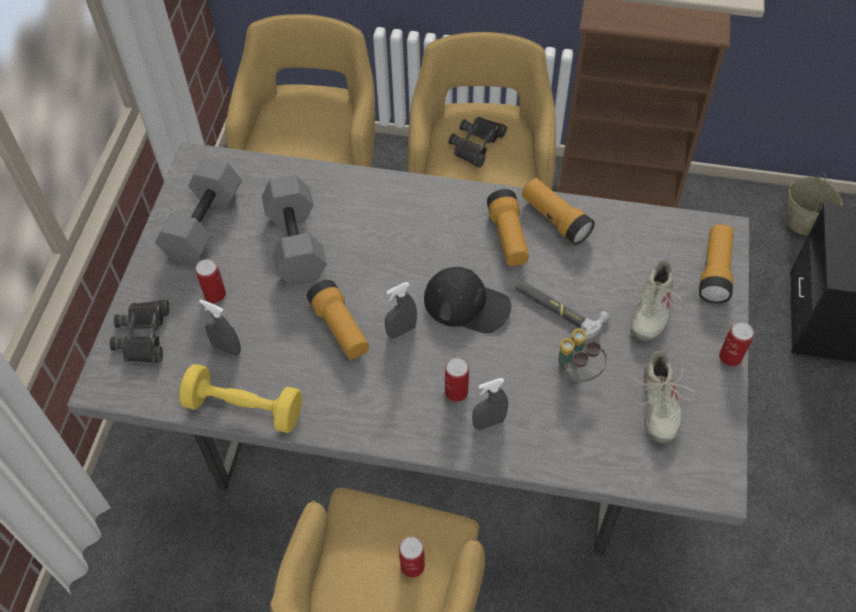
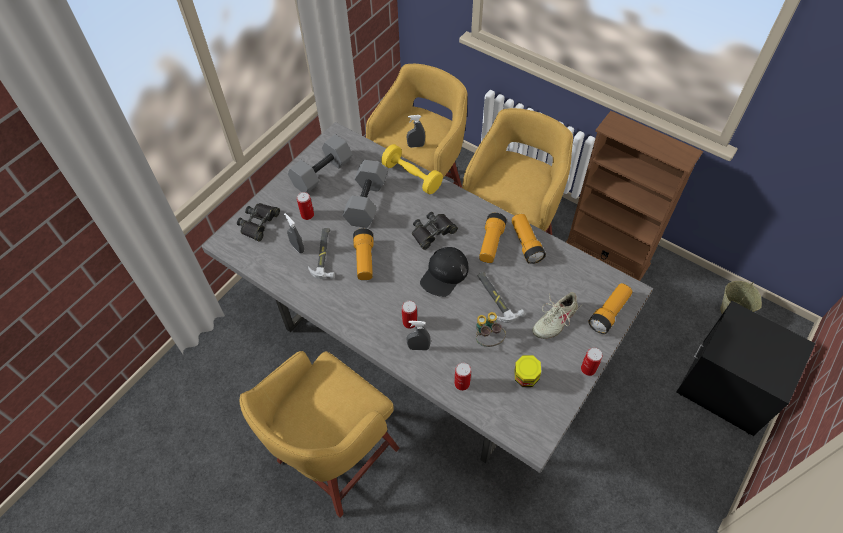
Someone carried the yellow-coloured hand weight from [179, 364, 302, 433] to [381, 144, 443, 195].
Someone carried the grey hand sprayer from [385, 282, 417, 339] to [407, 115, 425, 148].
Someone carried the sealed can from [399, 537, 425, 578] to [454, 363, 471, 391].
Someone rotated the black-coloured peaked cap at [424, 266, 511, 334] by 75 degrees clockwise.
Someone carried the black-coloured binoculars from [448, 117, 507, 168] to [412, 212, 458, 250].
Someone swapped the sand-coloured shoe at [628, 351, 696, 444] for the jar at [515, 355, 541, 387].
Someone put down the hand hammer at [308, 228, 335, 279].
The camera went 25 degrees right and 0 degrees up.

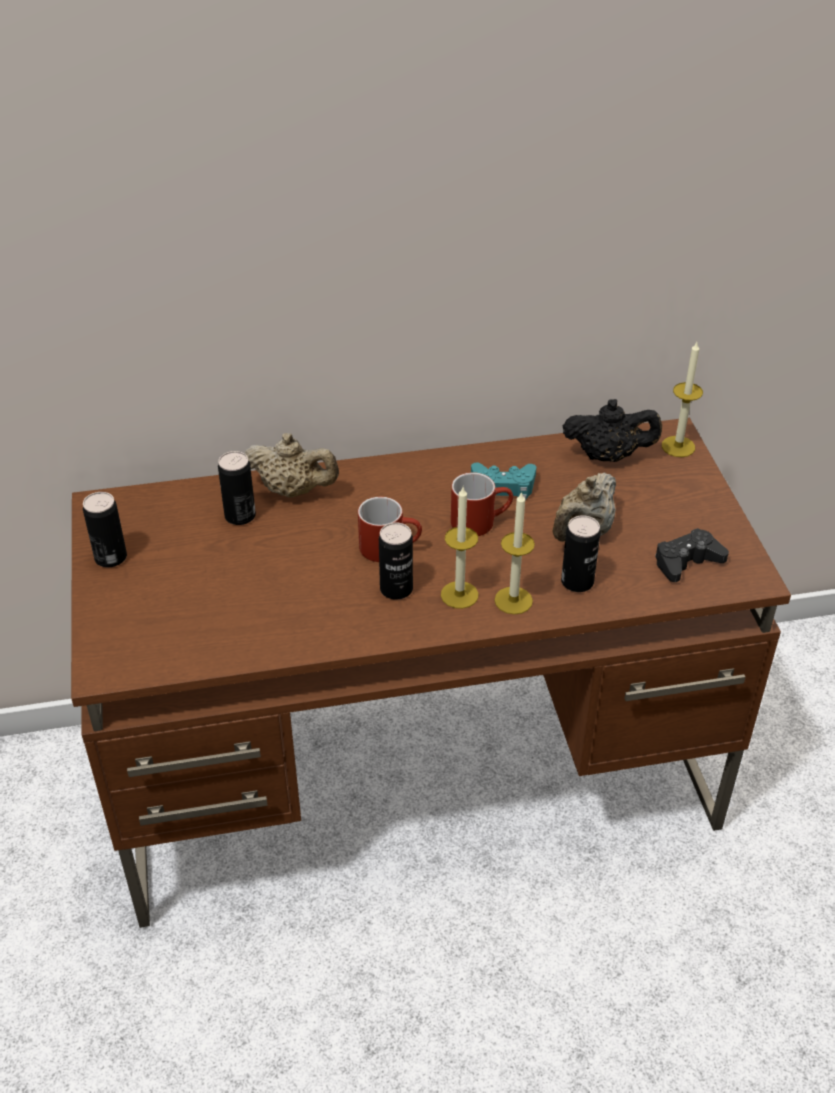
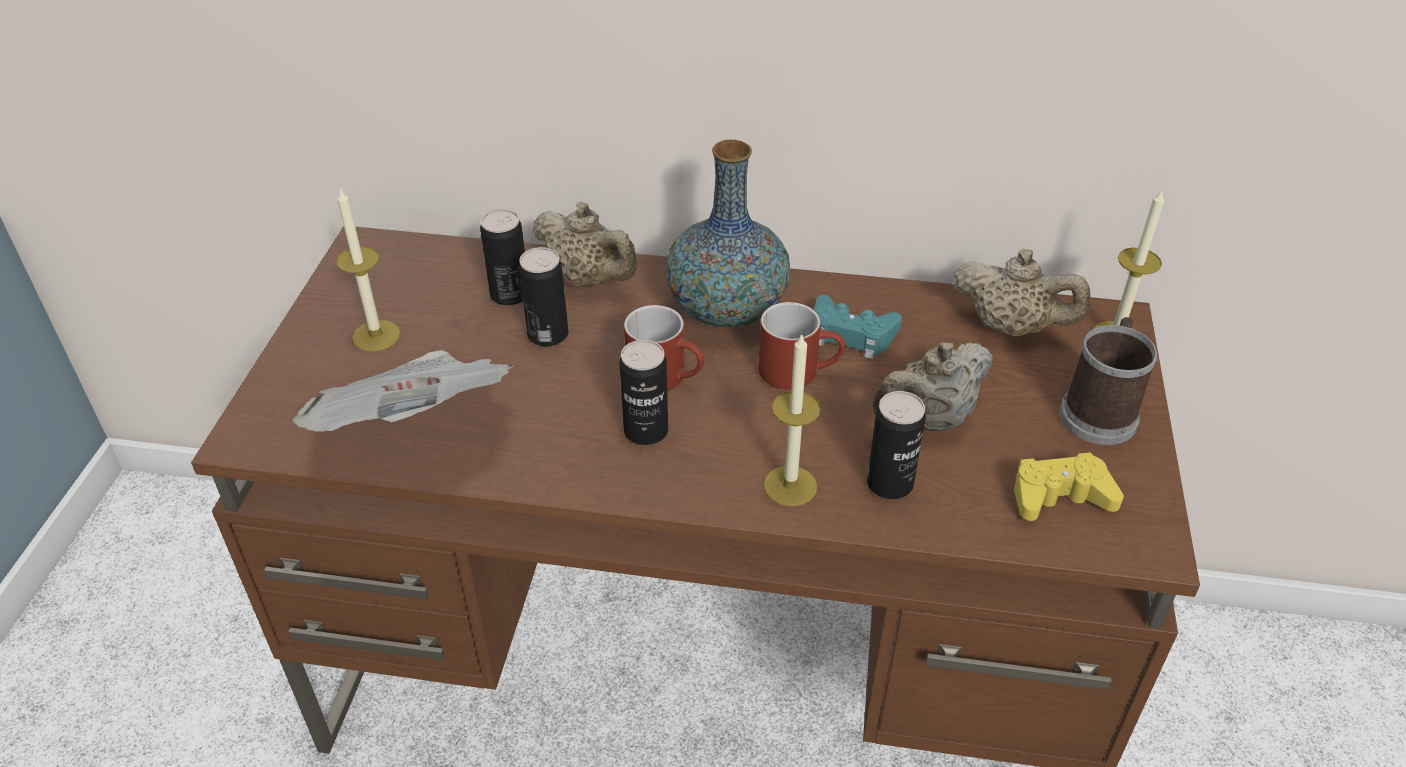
Someone carried the sealed can from [83, 492, 127, 567] to [519, 247, 569, 347].
Someone carried the candle from [441, 487, 479, 609] to [336, 187, 400, 352].
Someone repainted the black-coloured pot for tea at [562, 399, 662, 462], which became the sand-coloured pot for tea at [953, 249, 1090, 337].
Someone repainted the black-coloured game controller at [655, 528, 729, 582], which became the yellow-coloured game controller at [1014, 452, 1124, 521].
Someone put down the daily paper at [292, 350, 513, 432].
Someone put down the vase at [666, 140, 790, 327].
Someone put down the coffee mug at [1059, 317, 1158, 445].
The camera went 20 degrees right and 0 degrees up.

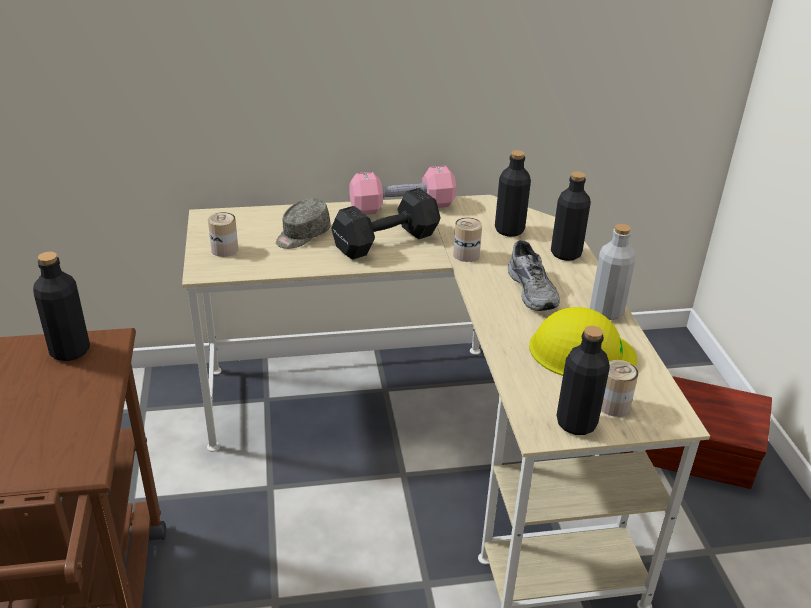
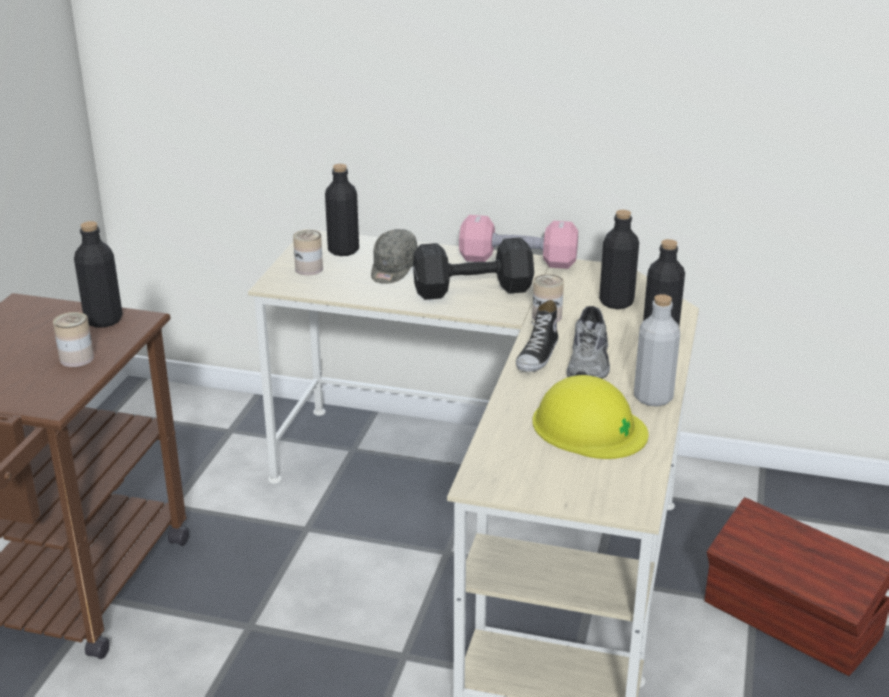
Someone rotated the grey peaked cap at [276, 198, 331, 249] by 45 degrees counterclockwise.
Someone carried the black-coloured drink bottle from [557, 326, 610, 435] to [325, 164, 359, 256].
Someone carried the sealed can from [601, 360, 639, 417] to [53, 312, 94, 367].
Someone put down the shoe at [516, 300, 558, 372].
The camera went 25 degrees right and 5 degrees down.

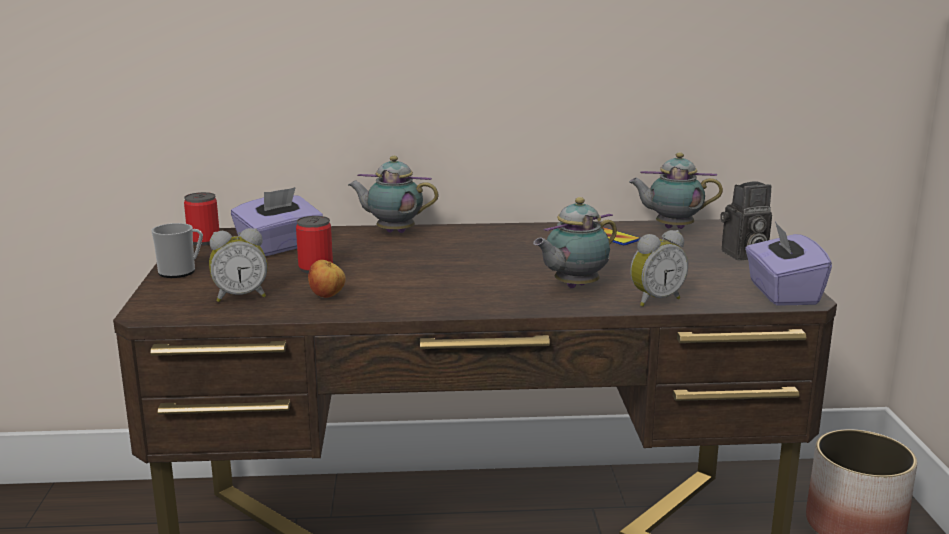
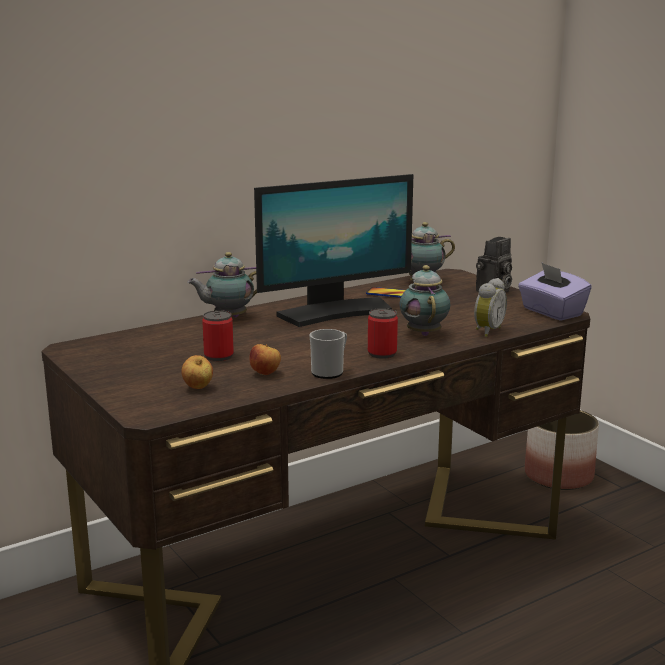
Someone carried the coffee mug from [151, 223, 203, 278] to [309, 329, 347, 379].
Someone carried the sealed can from [184, 192, 219, 246] to [368, 308, 398, 359].
Someone swapped the table clock at [209, 228, 268, 302] for the whole apple at [181, 355, 213, 389].
Someone took away the purple tissue box at [231, 187, 323, 256].
Someone rotated the pot for tea at [533, 197, 617, 288] by 150 degrees clockwise.
Someone put down the monitor at [254, 174, 413, 327].
The camera went 30 degrees left and 0 degrees up.

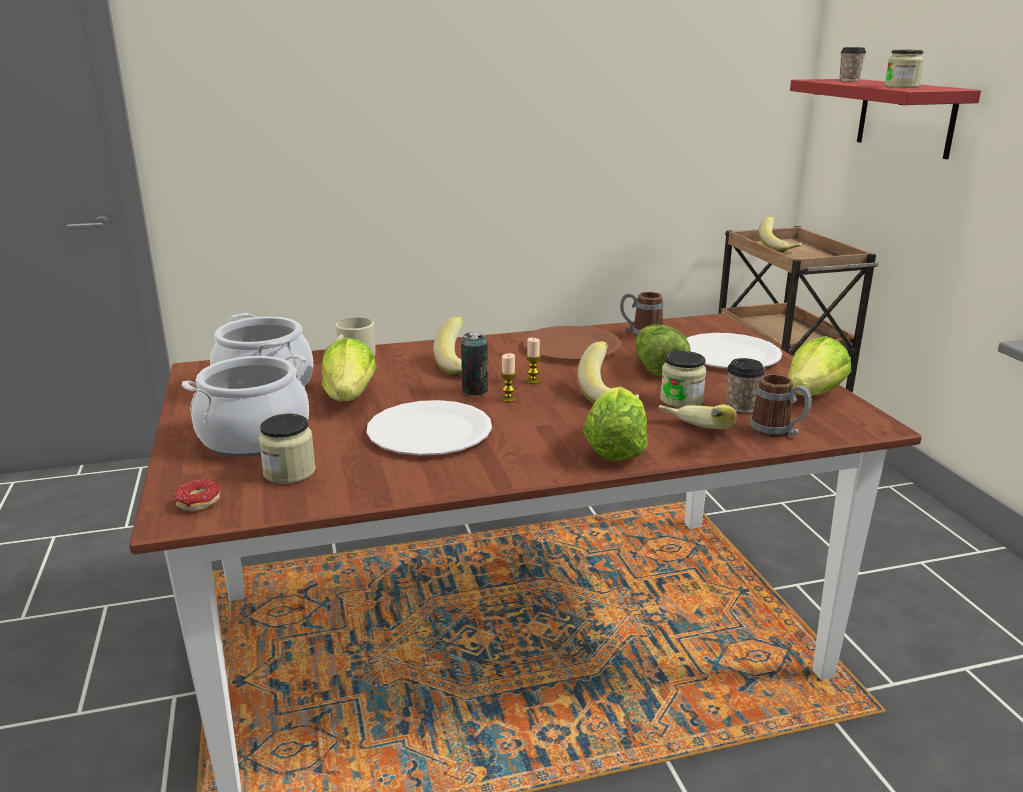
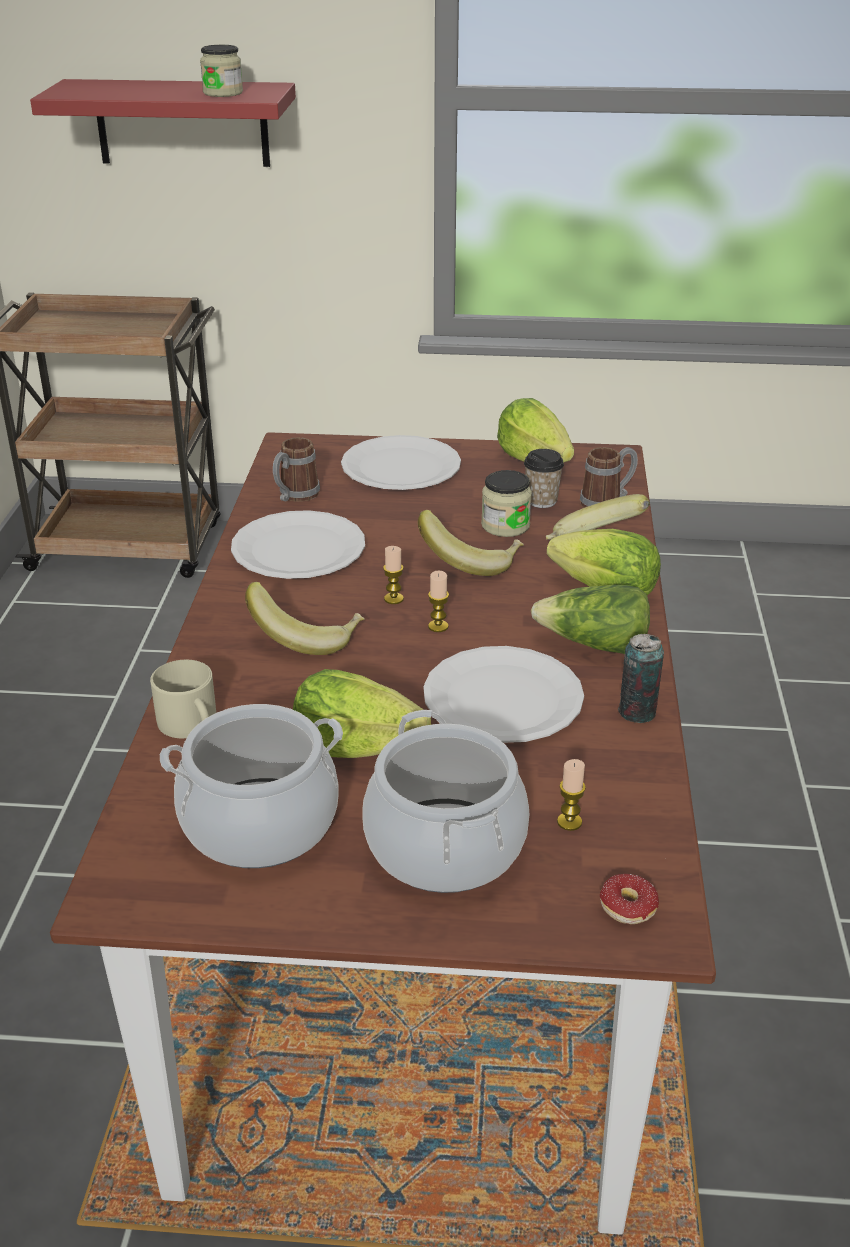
Someone swapped the jar at [258, 414, 316, 484] for the candle at [557, 759, 586, 831].
Someone carried the sealed can from [461, 332, 488, 395] to [618, 634, 664, 723].
Someone repainted the brownish dinner plate at [522, 326, 621, 361], which became the white-coloured dinner plate at [231, 510, 365, 579].
Someone carried the head of lettuce from [635, 324, 691, 378] to [531, 585, 650, 654].
Someone took away the whole banana at [759, 216, 801, 252].
Someone took away the drinking cup at [840, 47, 866, 81].
The camera went 70 degrees left and 10 degrees up.

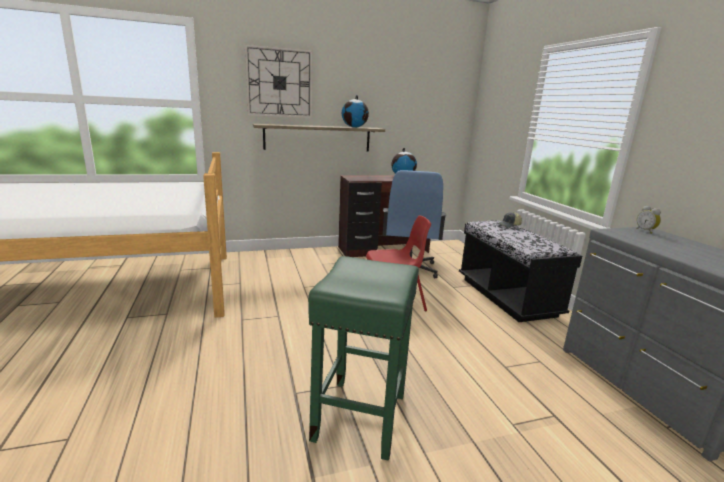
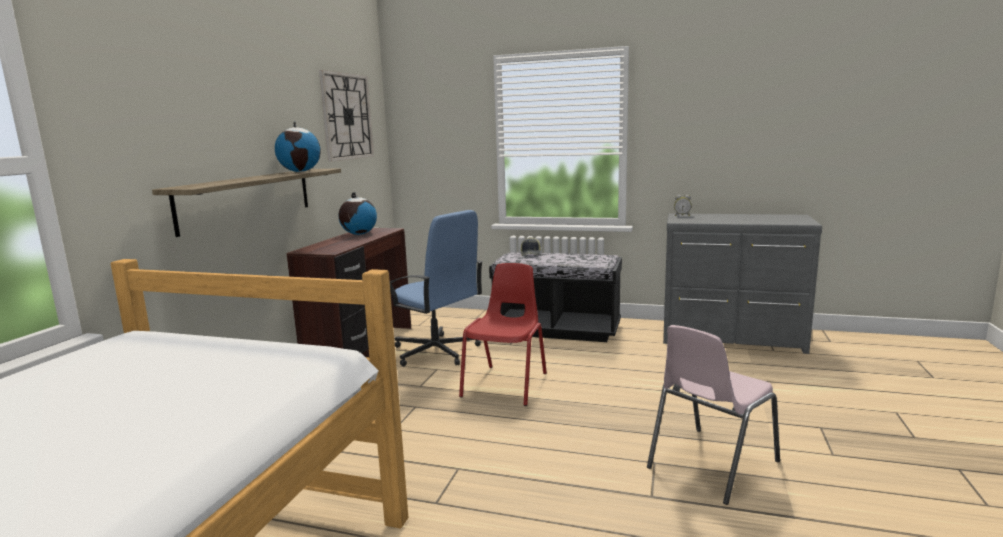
Someone carried the wall clock from [245, 44, 312, 118] to [319, 70, 374, 162].
Someone swapped the green stool at [308, 256, 419, 461] for the pink-coloured chair at [647, 325, 780, 505].
The camera went 55 degrees left and 5 degrees down.

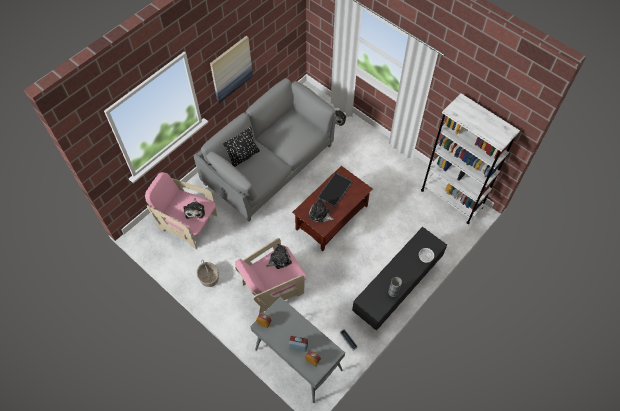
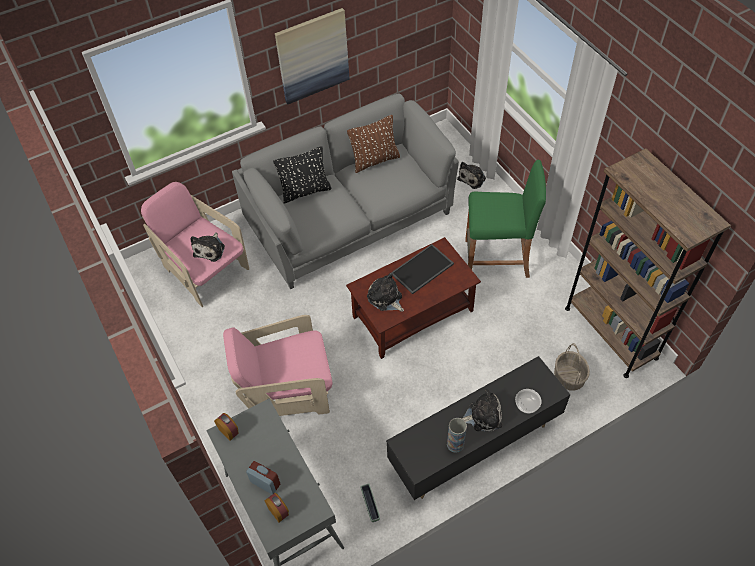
Someone carried the storage basket from [197, 260, 219, 287] to [554, 343, 590, 391].
Someone carried the soft toy from [266, 244, 292, 269] to [462, 389, 503, 431].
Someone repainted the white-coloured shelving unit at [421, 93, 520, 224], which became the brownish shelving unit at [565, 148, 731, 378].
Someone put down the brownish pillow at [347, 115, 400, 173].
Someone put down the green stool at [465, 159, 546, 278].
The camera went 20 degrees right and 5 degrees down.

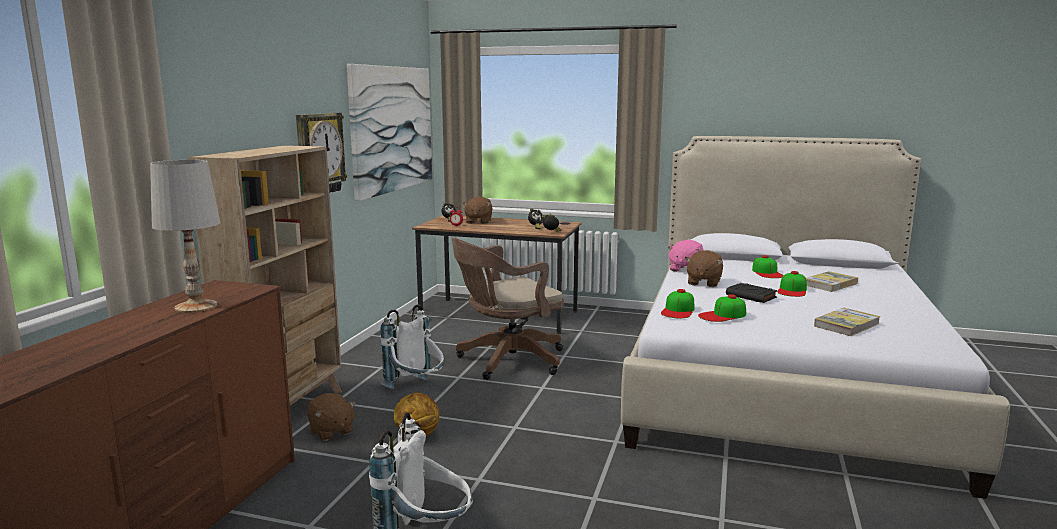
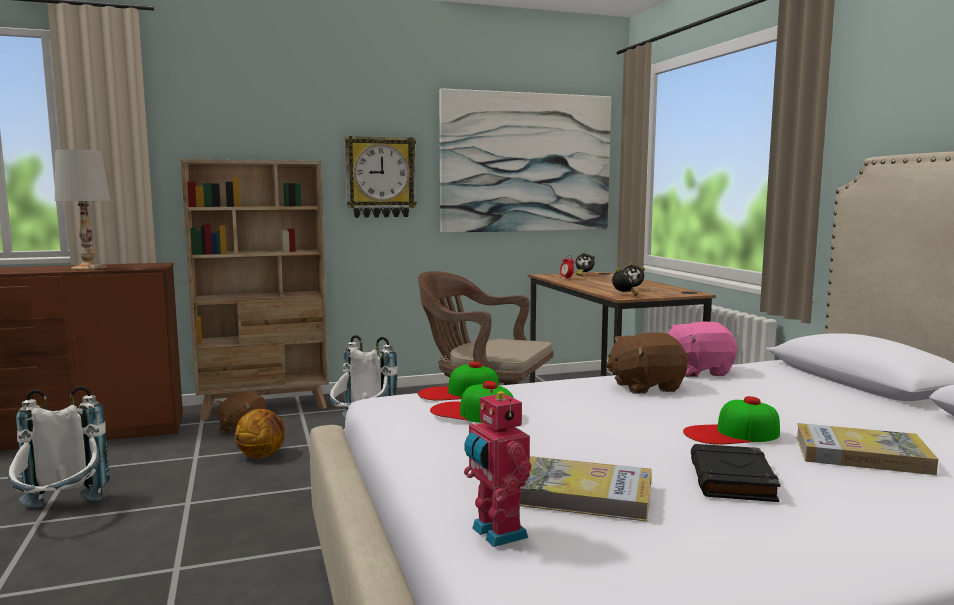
Someone took away the brownish soft toy at [463, 197, 492, 224].
Someone carried the black-coloured volume from [726, 283, 778, 303] to [691, 444, 780, 502].
Someone took away the peaked cap at [752, 255, 784, 278].
Someone put down the toy robot at [464, 389, 531, 547].
The camera went 55 degrees right and 5 degrees down.

